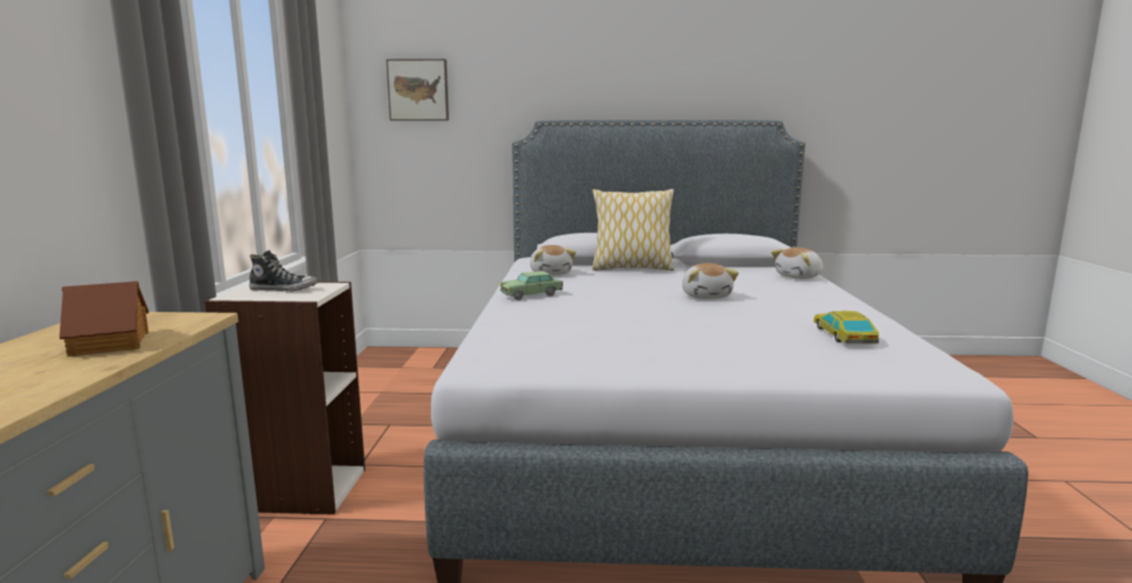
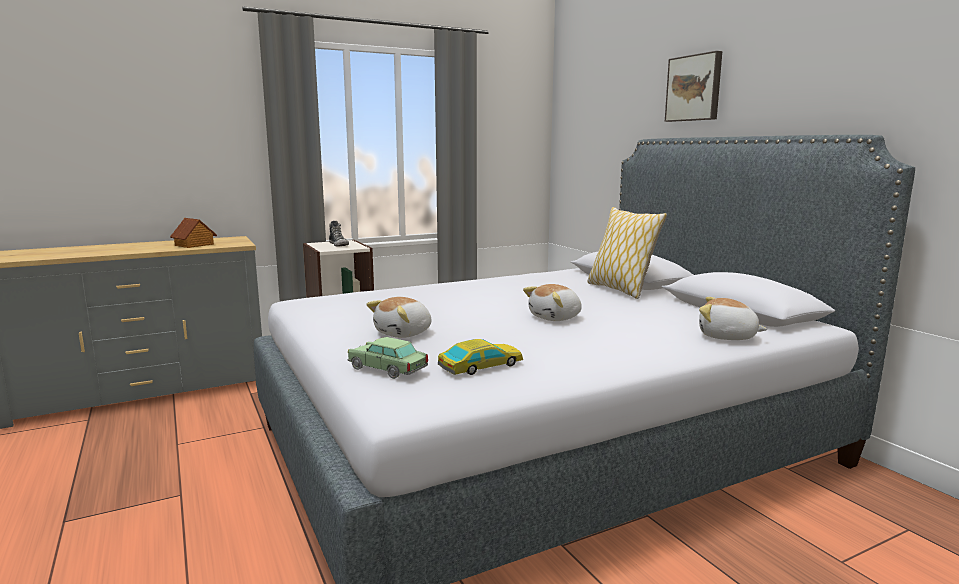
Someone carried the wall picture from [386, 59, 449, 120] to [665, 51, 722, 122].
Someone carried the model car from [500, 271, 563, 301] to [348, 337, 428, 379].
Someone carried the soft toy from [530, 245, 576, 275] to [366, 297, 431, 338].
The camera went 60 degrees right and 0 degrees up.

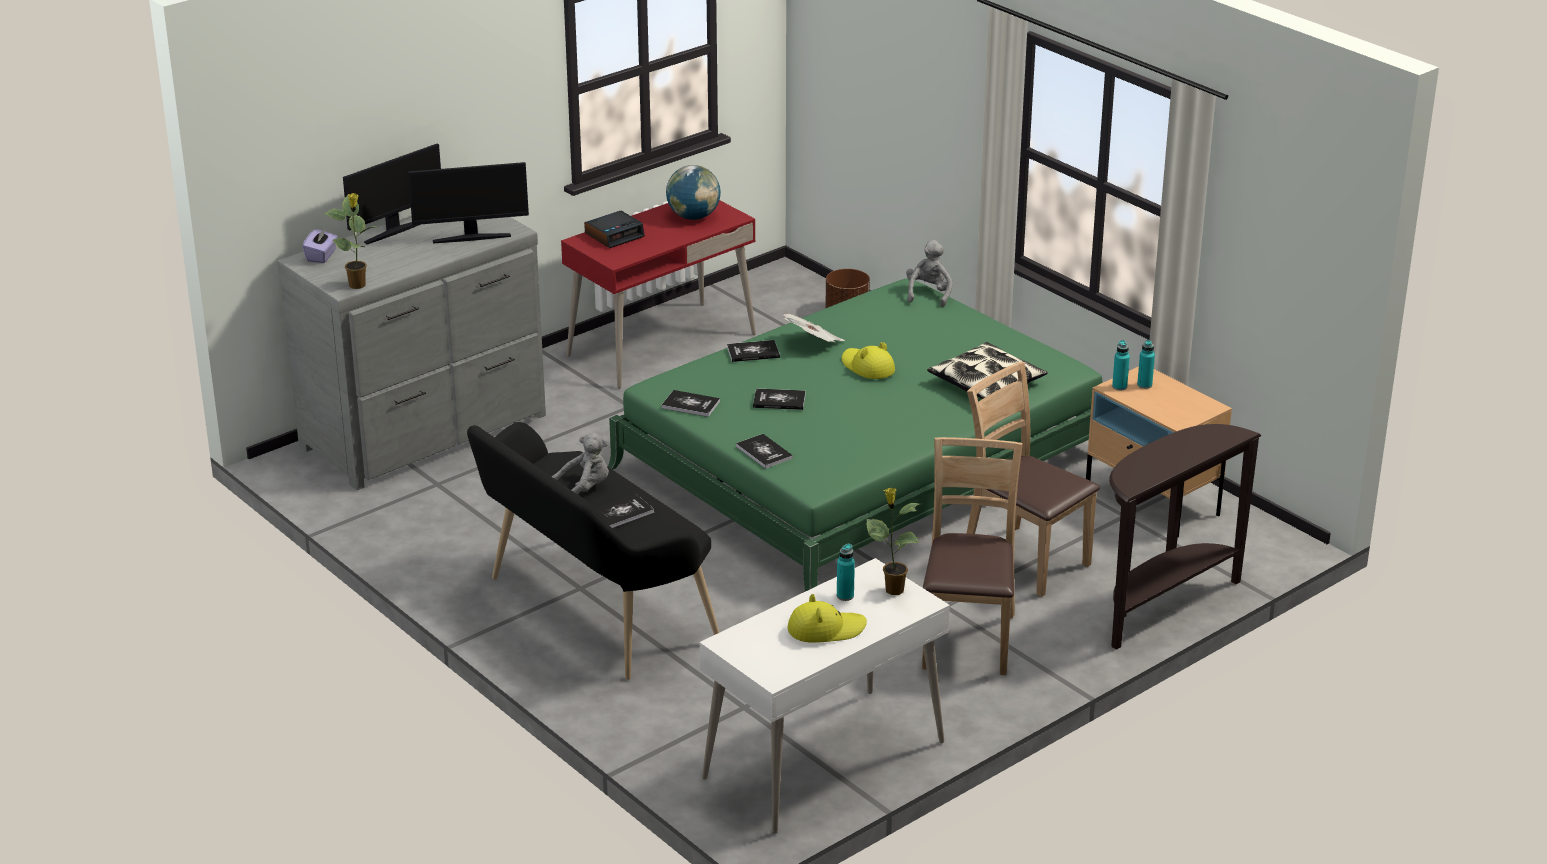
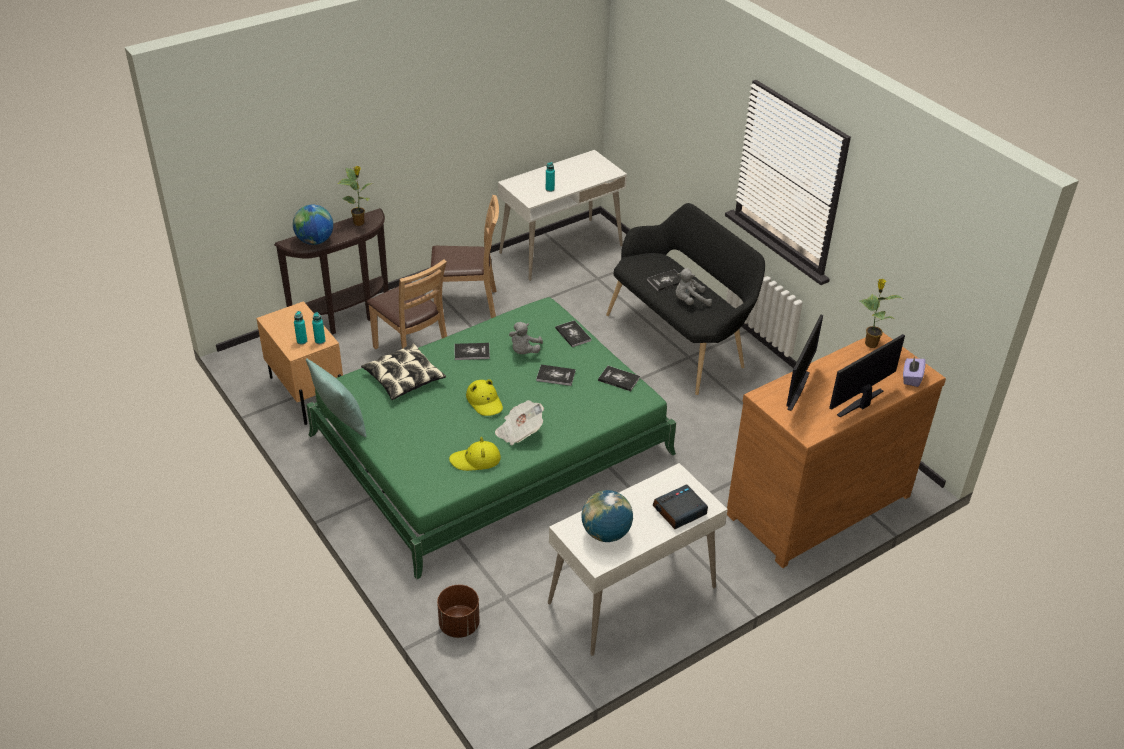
Someone repainted the grey drawer chest at [277, 216, 546, 490], which became the brownish drawer chest at [727, 333, 946, 568].
Someone rotated the monitor at [408, 162, 529, 244] by 120 degrees clockwise.
Someone repainted the reddish desk unit at [561, 200, 756, 389], which became the white-coloured desk unit at [548, 463, 728, 656].
Someone carried the volume from [727, 340, 780, 362] to [455, 343, 490, 360].
Someone carried the yellow-coloured hat from [788, 594, 867, 643] to [449, 437, 501, 471].
Someone carried the houseplant from [866, 488, 921, 595] to [338, 166, 371, 226].
Someone carried the grey soft toy from [906, 240, 953, 307] to [509, 322, 543, 354].
Someone rotated the brownish chair at [922, 437, 1023, 675] by 105 degrees counterclockwise.
Someone put down the world globe at [293, 205, 333, 245].
Someone put down the blue-green pillow at [306, 358, 366, 437].
The camera went 175 degrees left and 10 degrees up.

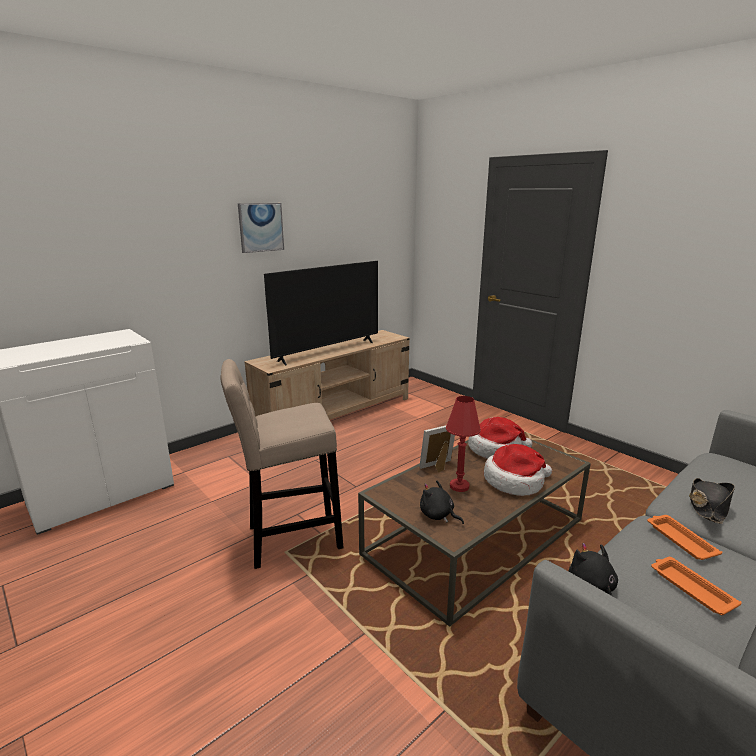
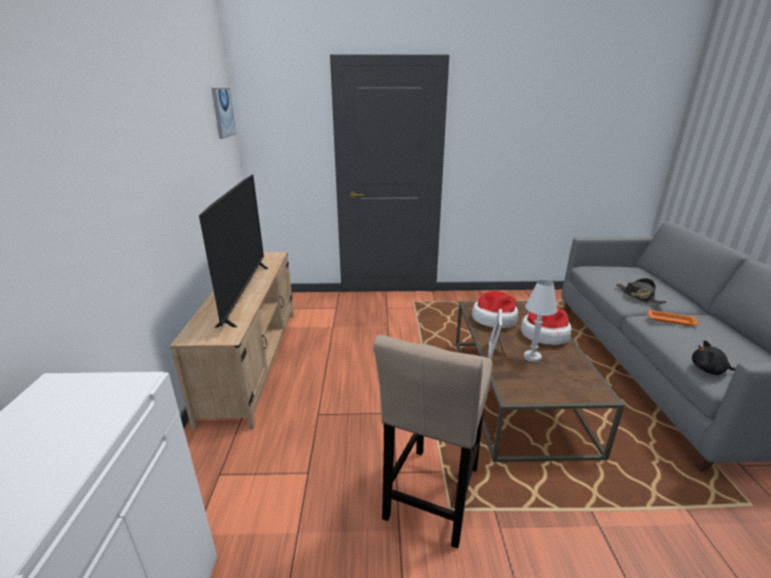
Someone carried the wall picture from [238, 203, 284, 253] to [211, 88, 236, 139].
Someone took away the black-coloured soft toy at [420, 480, 464, 524].
Someone repainted the reddish lamp for a table at [446, 396, 481, 492], which became the white-coloured lamp for a table at [524, 280, 557, 362].
Someone took away the orange-coloured tray at [651, 557, 742, 615].
The camera went 50 degrees left and 5 degrees up.

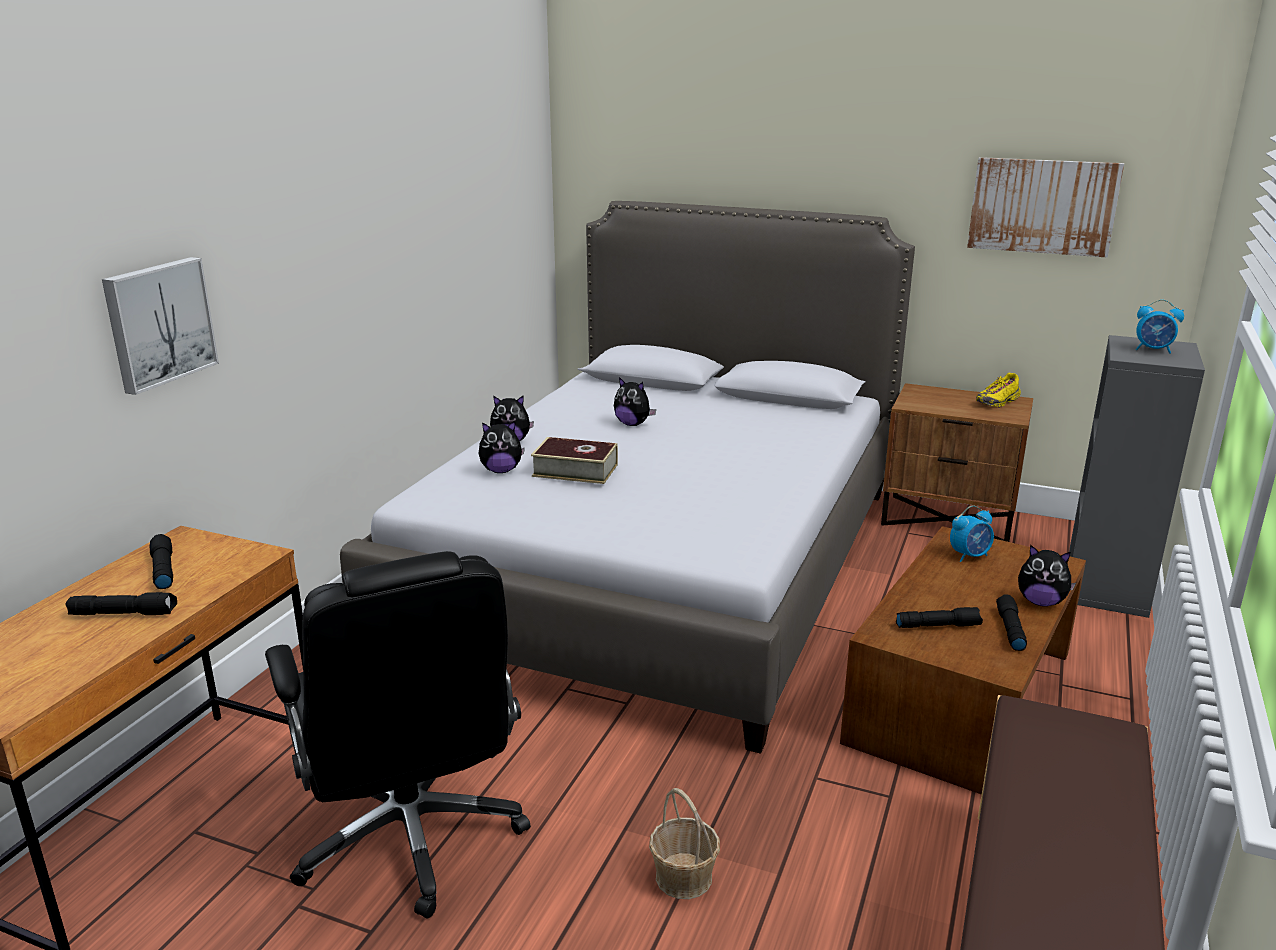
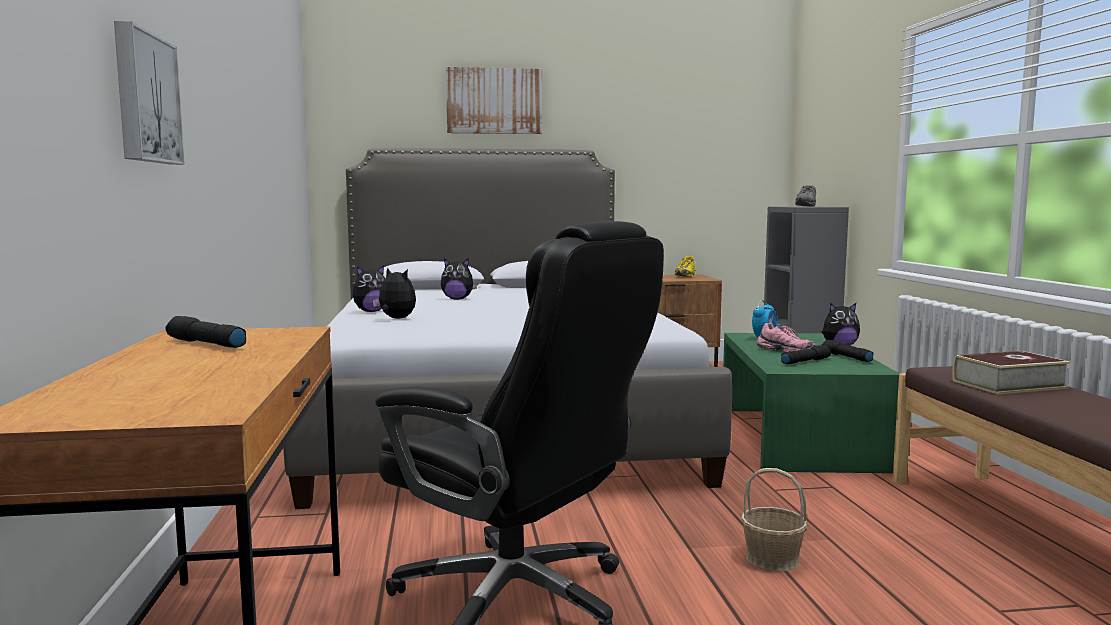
Someone took away the black-coloured torch at [66, 592, 177, 615].
Someone rotated the soft toy at [479, 421, 525, 473] by 105 degrees counterclockwise.
Someone carried the volume from [531, 437, 618, 484] to [952, 351, 1071, 394].
Someone repainted the brownish lounge table at [840, 526, 1086, 795], which became the green lounge table at [723, 333, 900, 473].
Someone carried the wall picture from [967, 157, 1124, 258] to [446, 67, 542, 134].
Someone swapped the table clock at [1136, 300, 1184, 354] for the grey shoe at [795, 185, 816, 207].
Someone put down the pink-coloured shoe at [757, 323, 816, 352].
The camera went 30 degrees left and 15 degrees down.

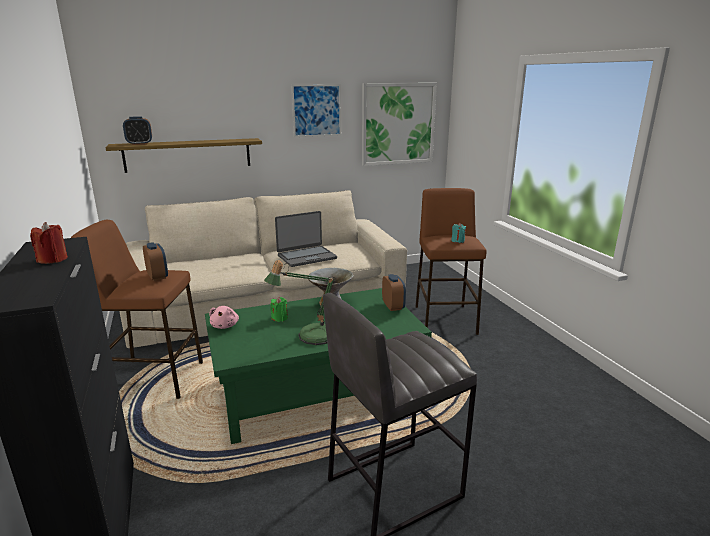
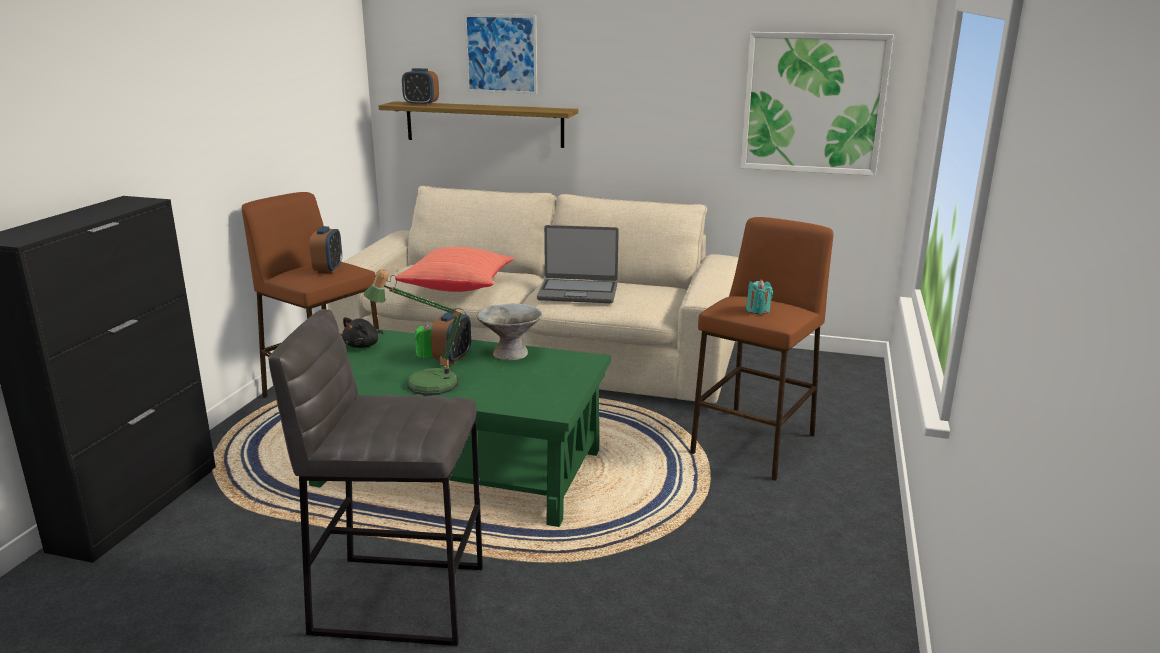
Someone took away the reddish candle at [30, 222, 68, 264].
Someone repainted the pink-coloured soft toy at [209, 306, 239, 329], which became the black-coloured soft toy at [342, 317, 383, 348].
Someone carried the wall picture from [291, 84, 341, 137] to [464, 14, 537, 94].
Someone carried the table clock from [382, 274, 406, 311] to [431, 312, 471, 364].
Someone put down the reddish pillow at [395, 247, 514, 292].
The camera went 35 degrees right and 0 degrees up.

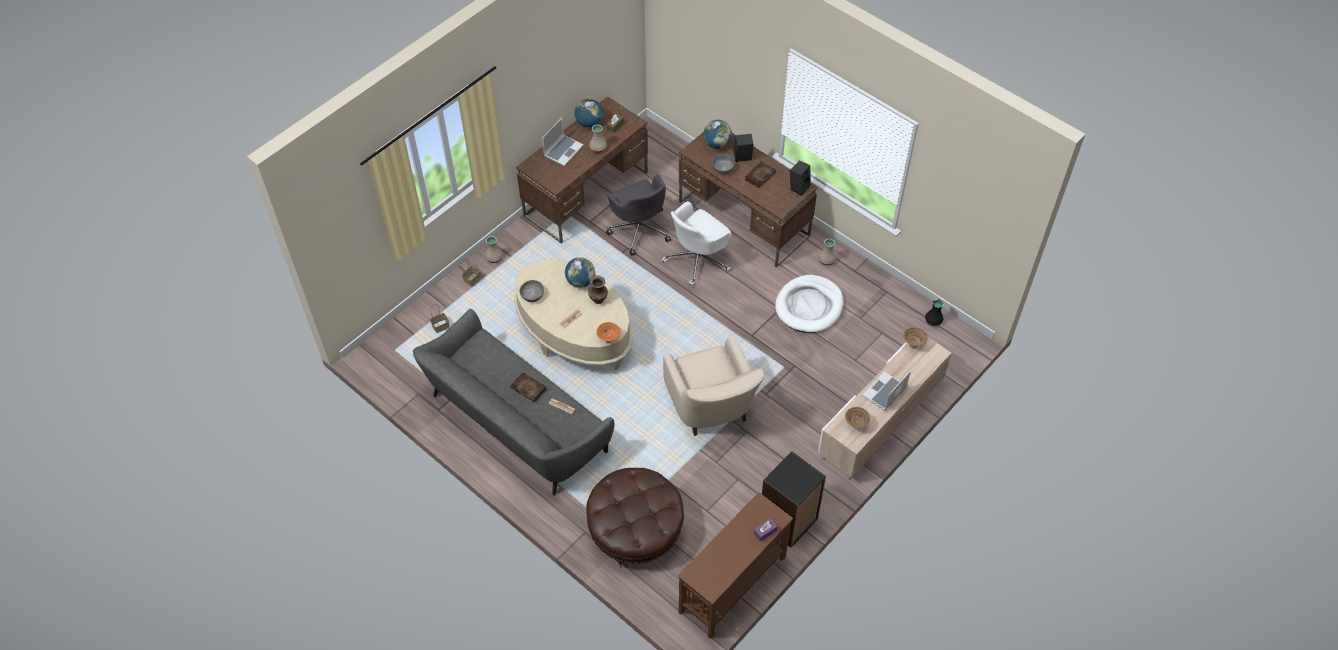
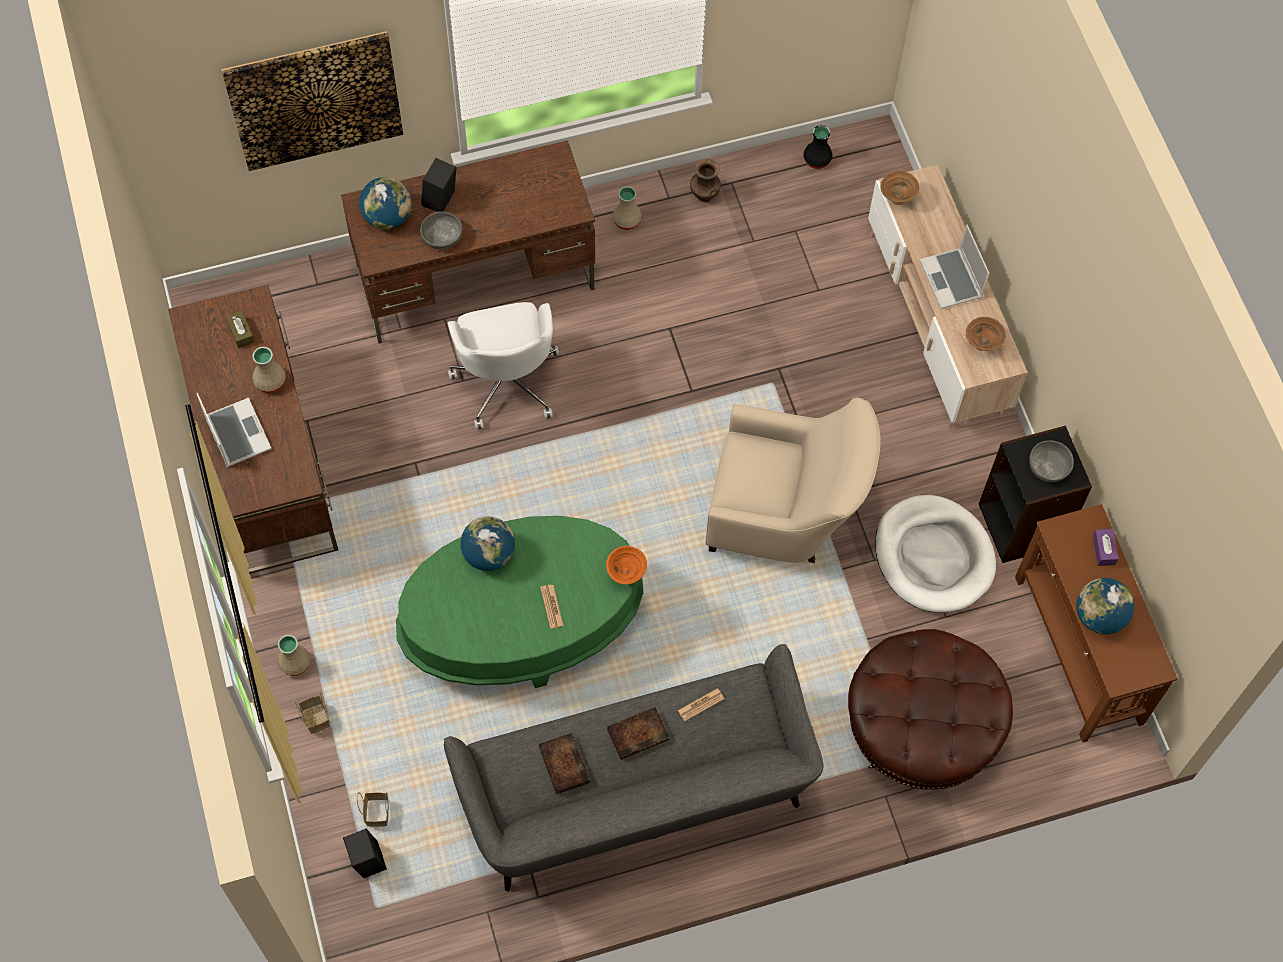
Someone repainted the sand-coloured lounge table at [514, 259, 633, 370], which became the green lounge table at [396, 516, 643, 688].
Someone carried the grey serving bowl from [520, 280, 544, 302] to [1029, 440, 1074, 482].
Someone carried the world globe from [574, 99, 603, 127] to [1076, 578, 1134, 634].
Someone carried the brownish vase from [588, 275, 608, 304] to [690, 159, 721, 202].
Someone took away the grey office chair at [606, 175, 671, 256].
Someone carried the volume from [745, 162, 776, 188] to [539, 733, 590, 794].
Someone carried the white-coloured pet bed from [775, 275, 843, 333] to [875, 495, 996, 613].
Someone carried the black-coloured audio speaker from [790, 160, 811, 195] to [343, 829, 387, 878].
Someone put up the wall picture at [221, 31, 403, 171].
The camera went 60 degrees left and 10 degrees up.

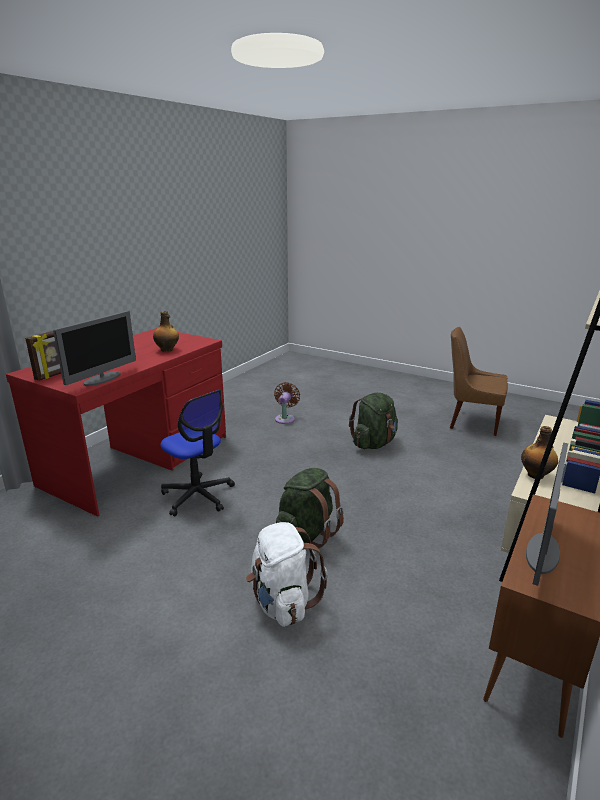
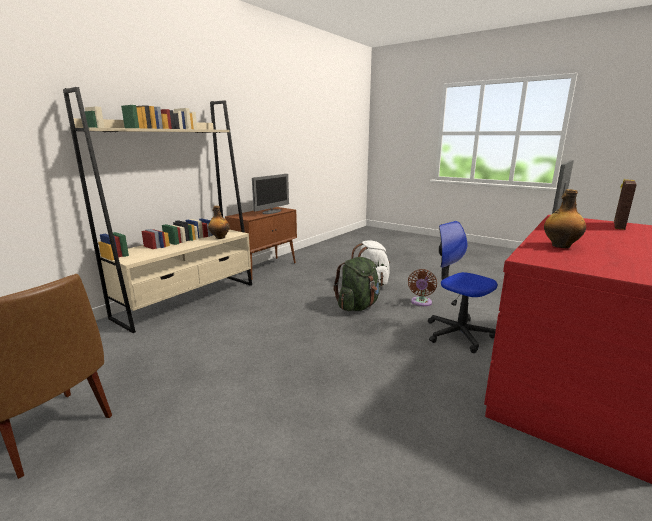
Someone carried the brownish electric fan from [274, 382, 300, 424] to [408, 269, 437, 306].
Someone took away the green rucksack at [349, 392, 398, 449].
The camera went 175 degrees left and 5 degrees down.

